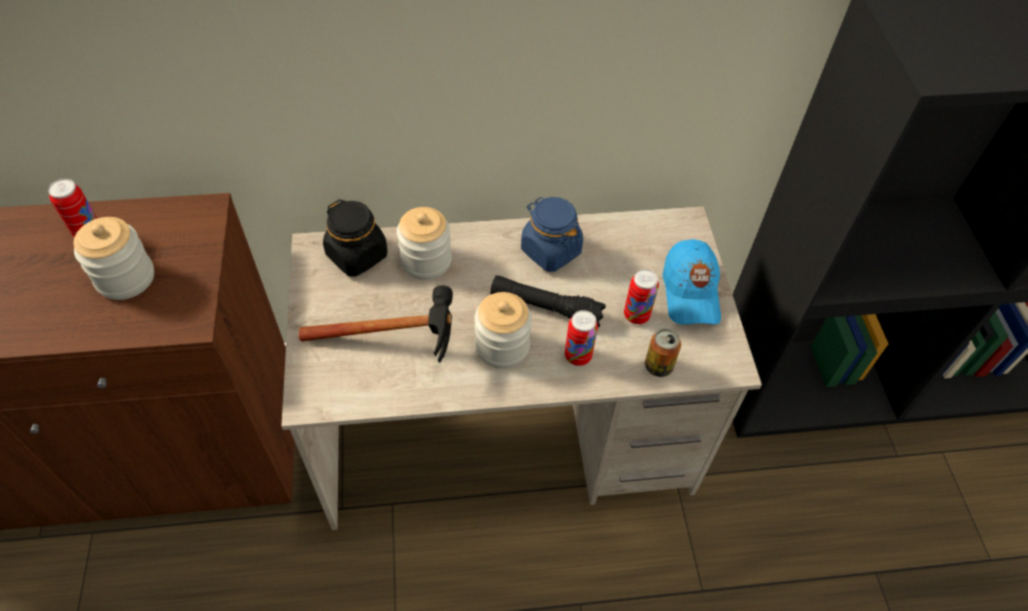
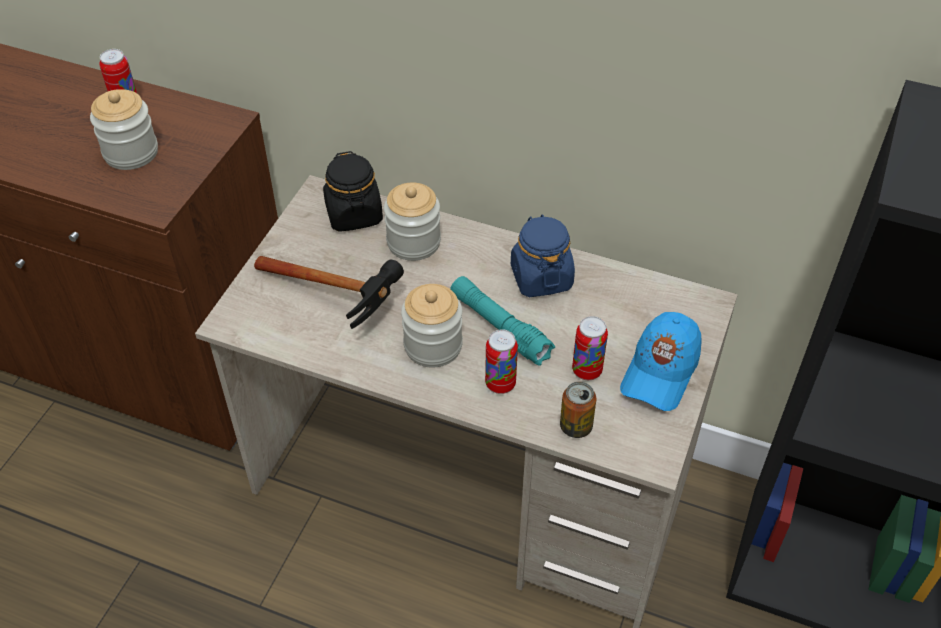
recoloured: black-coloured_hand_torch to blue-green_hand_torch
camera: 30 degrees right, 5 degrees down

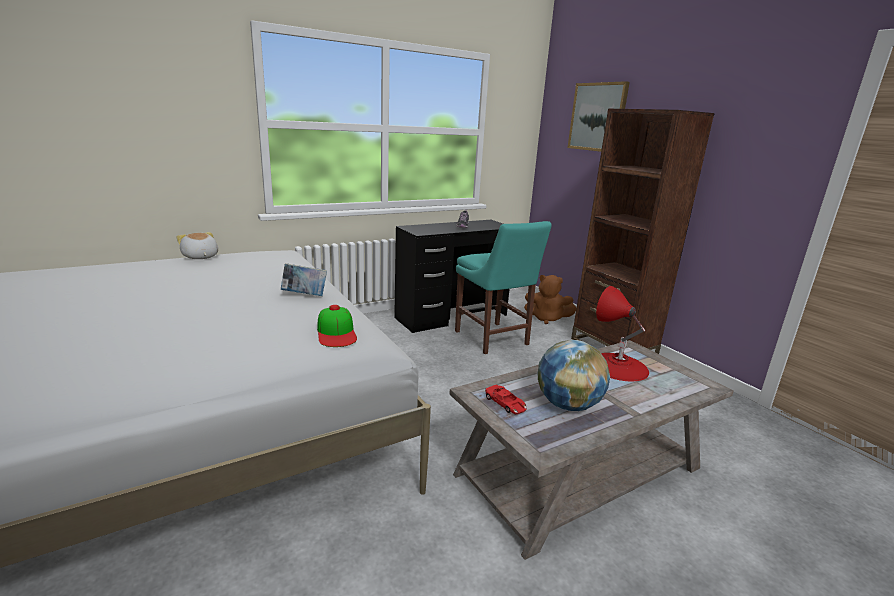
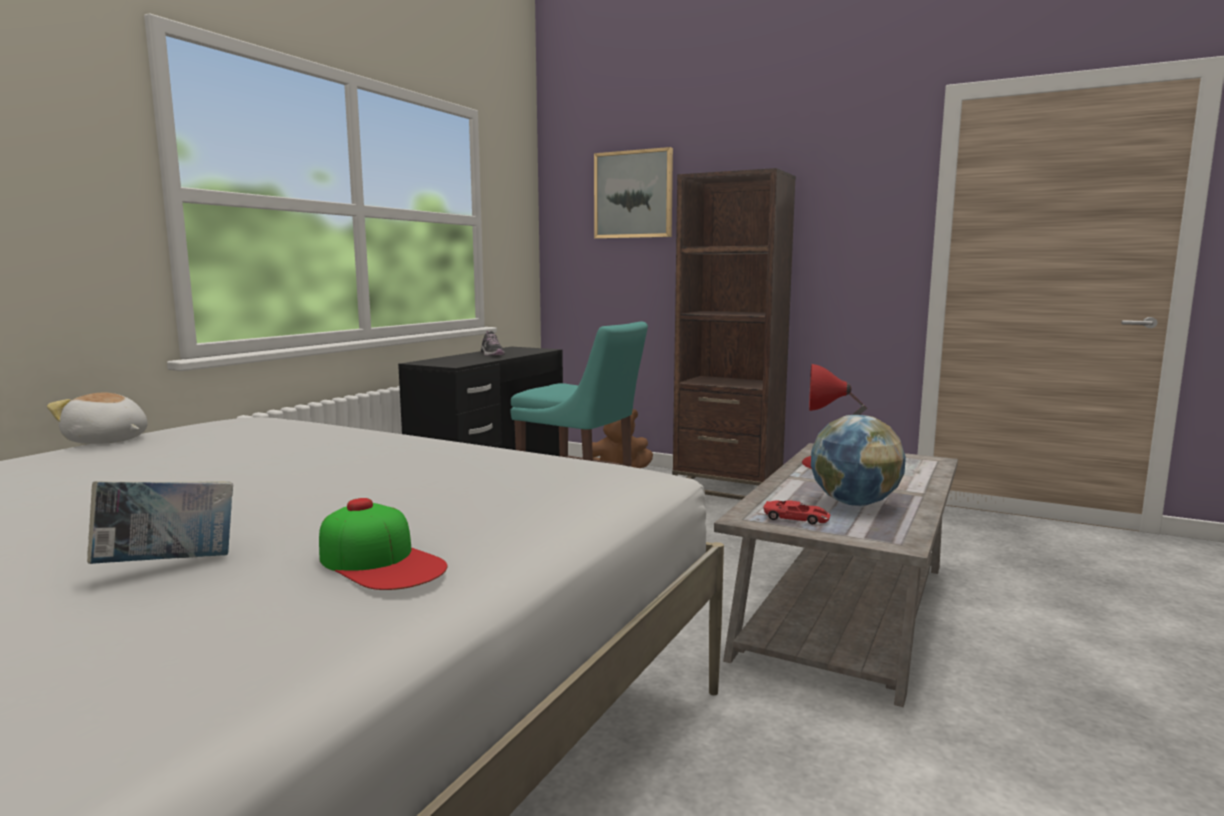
moved: volume; baseball_cap
camera: 30 degrees left, 10 degrees down

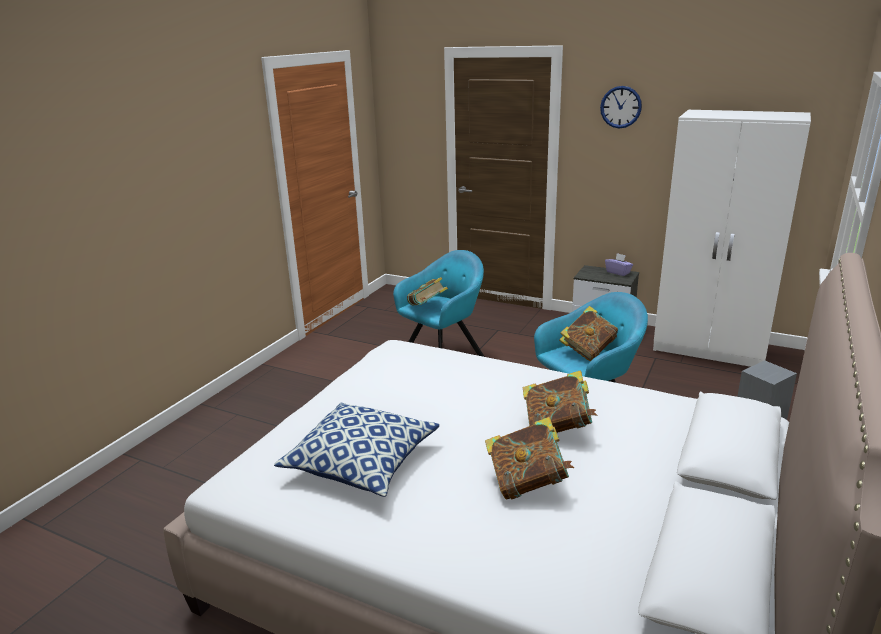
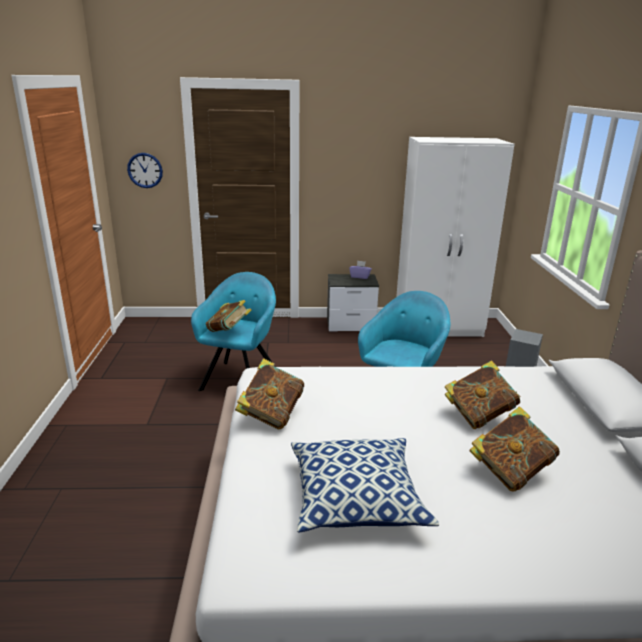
moved: volume (4th from left in the first image) to volume (2nd from left); clock_on_the_wall
camera: 30 degrees left, 0 degrees up

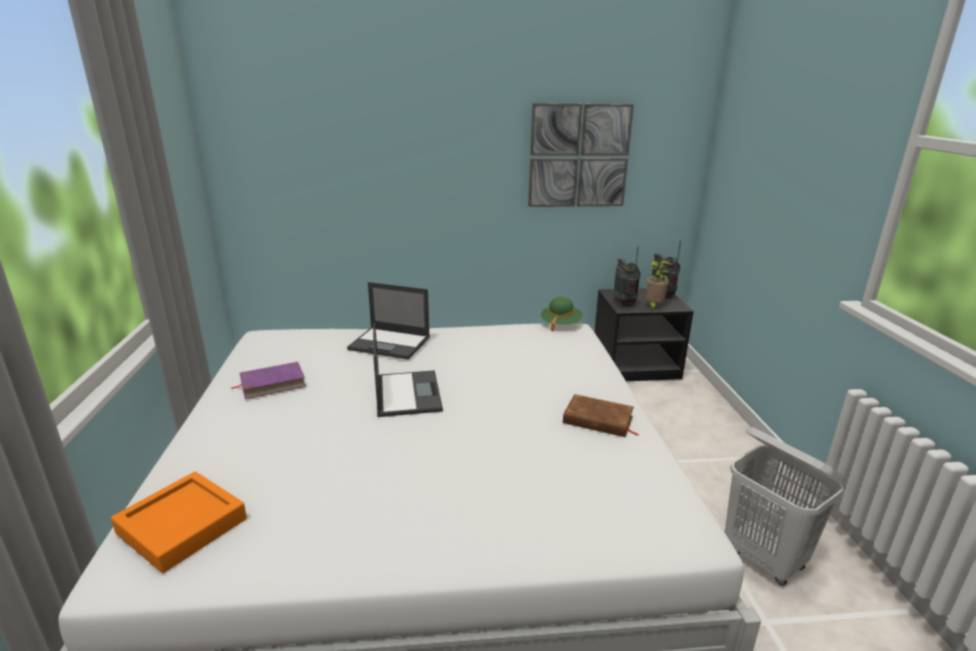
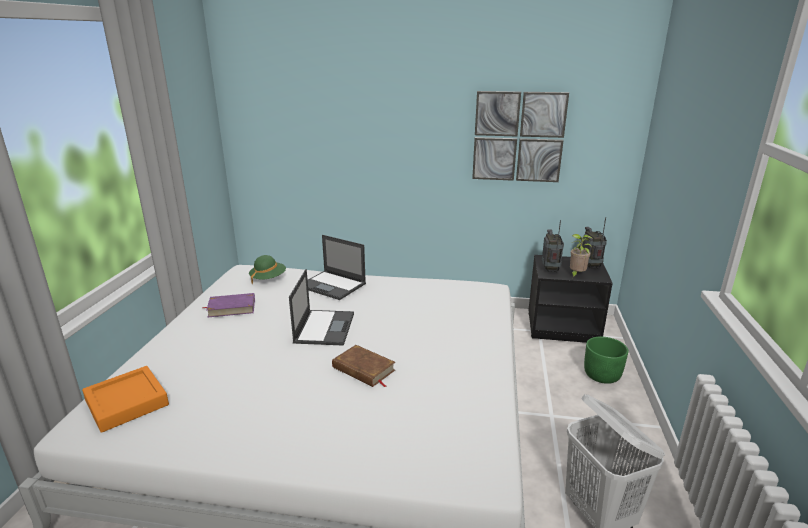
added: green_flower_pot
moved: green_clothing_hat; brown_volume
camera: 15 degrees right, 0 degrees up

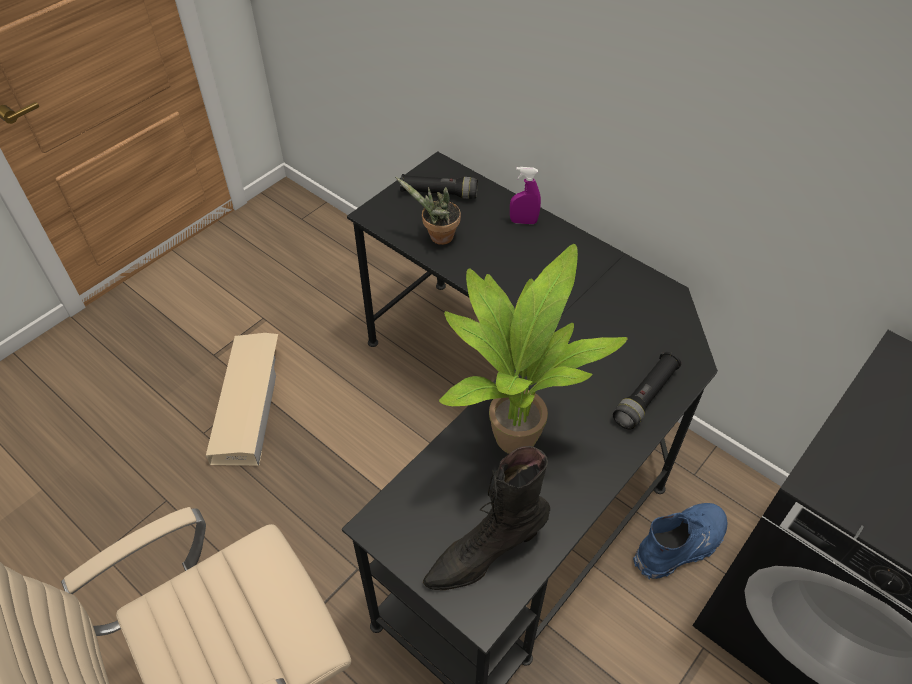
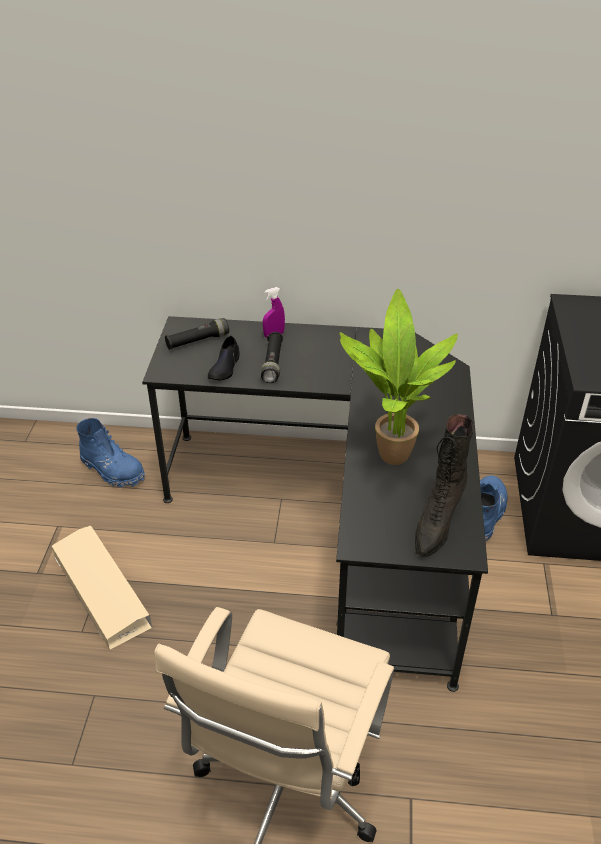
added: blue-coloured_high-top_boot (1st from left)
moved: black-coloured_hand_torch (2nd from left)
replaced: plant_in_a_pot (1st from left) to black-coloured_shoe
camera: 35 degrees left, 10 degrees down

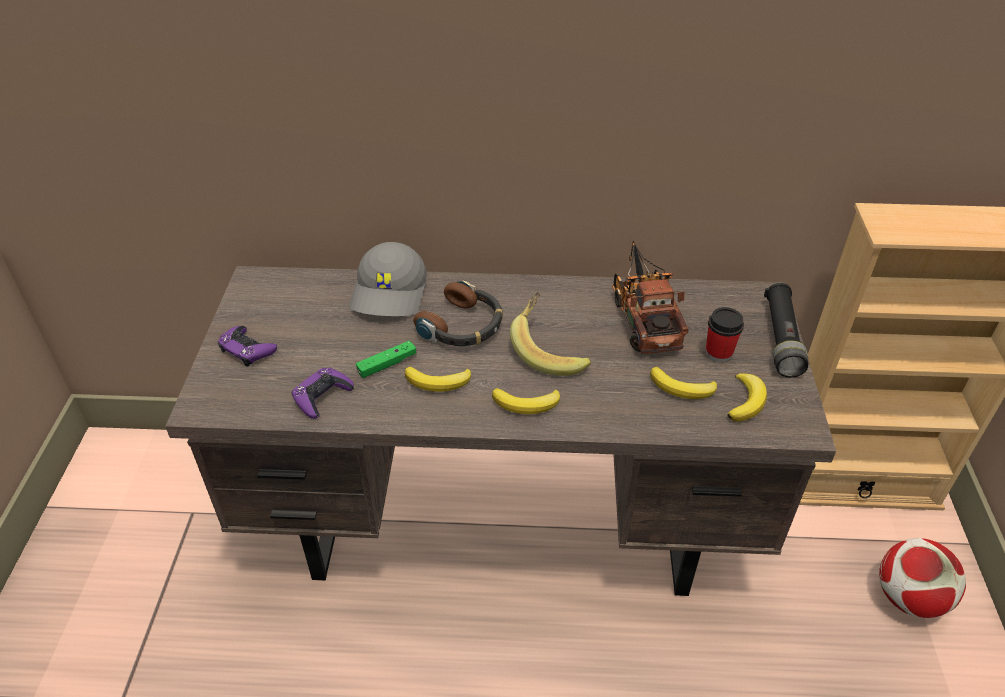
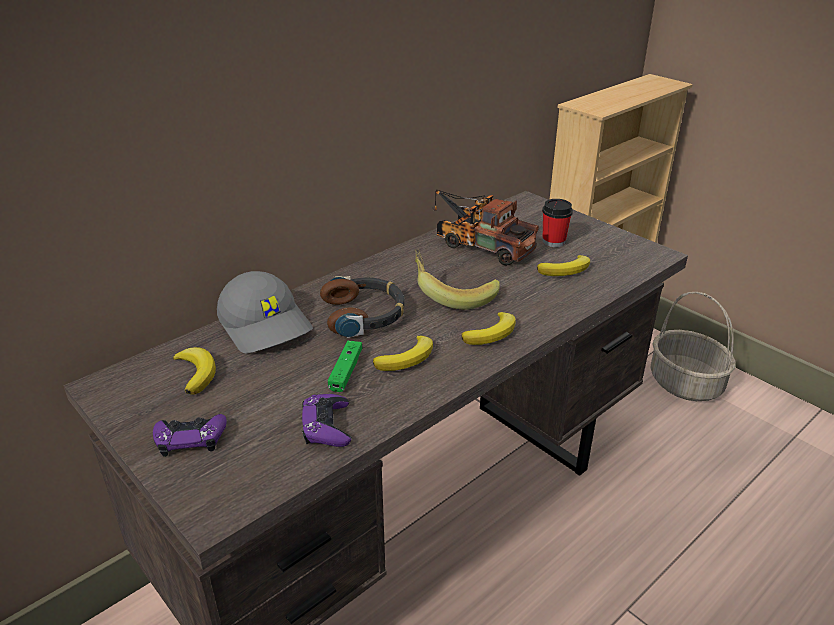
removed: black-coloured_hand_torch
moved: banana (5th from left in the first image) to banana (1st from left)
replaced: football_ball to household_basket
camera: 45 degrees left, 10 degrees down

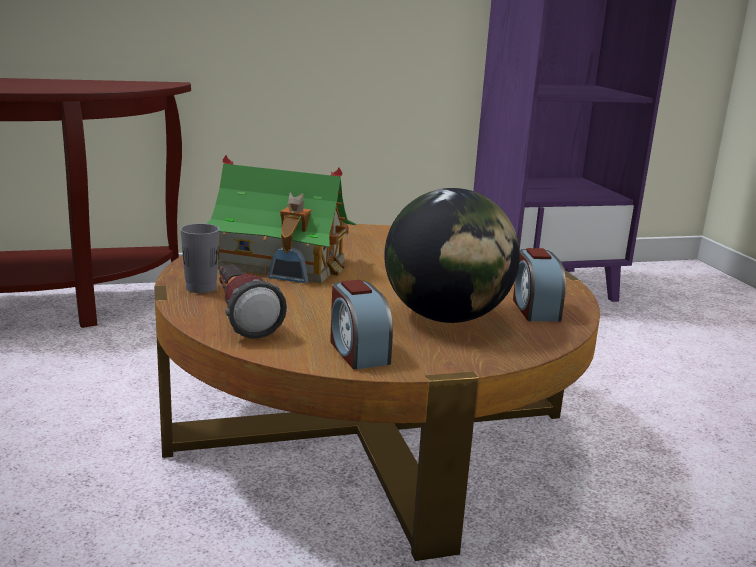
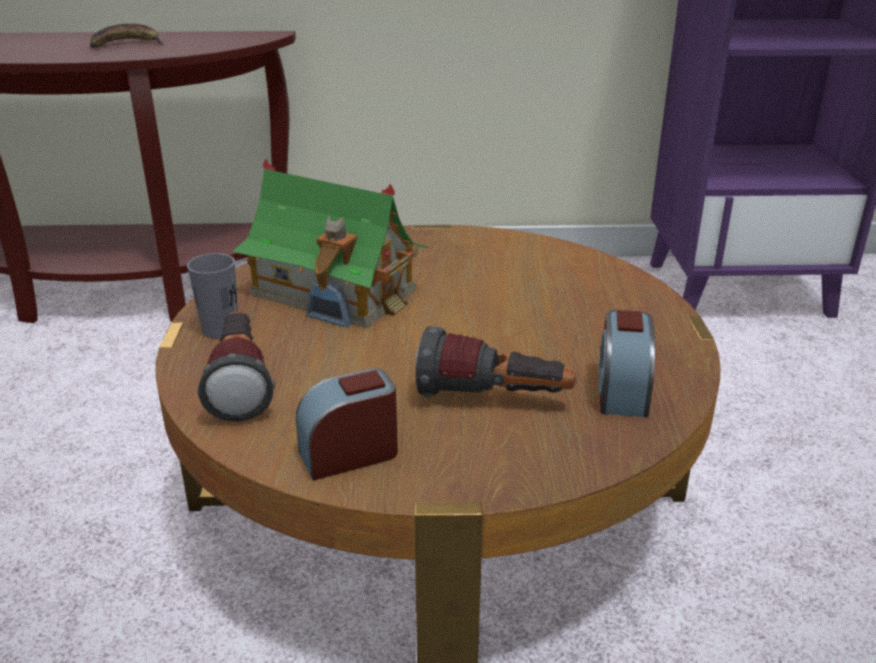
added: banana
replaced: globe to hand_torch (2nd from left)
turned: alarm_clock (1st from left) 75 degrees clockwise
camera: 15 degrees right, 10 degrees up

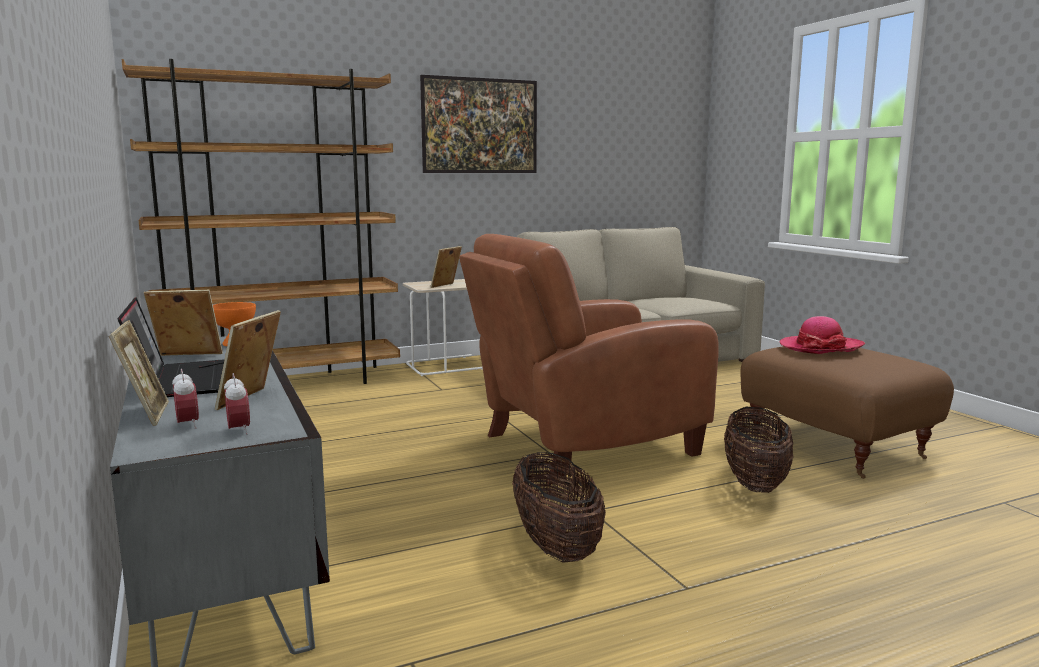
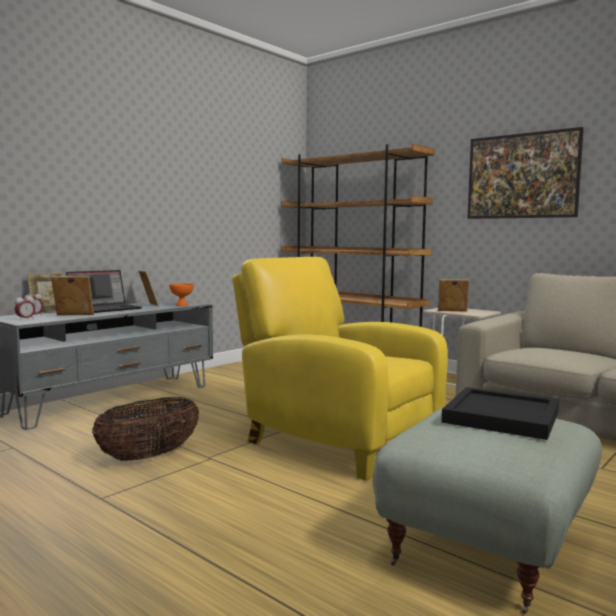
removed: household_basket (2nd from left)
replaced: clothing_hat to black-coloured_carrying_tray
recoloured: brown_armchair to yellow_armchair; brown_ottoman to grey_ottoman
camera: 65 degrees right, 5 degrees down

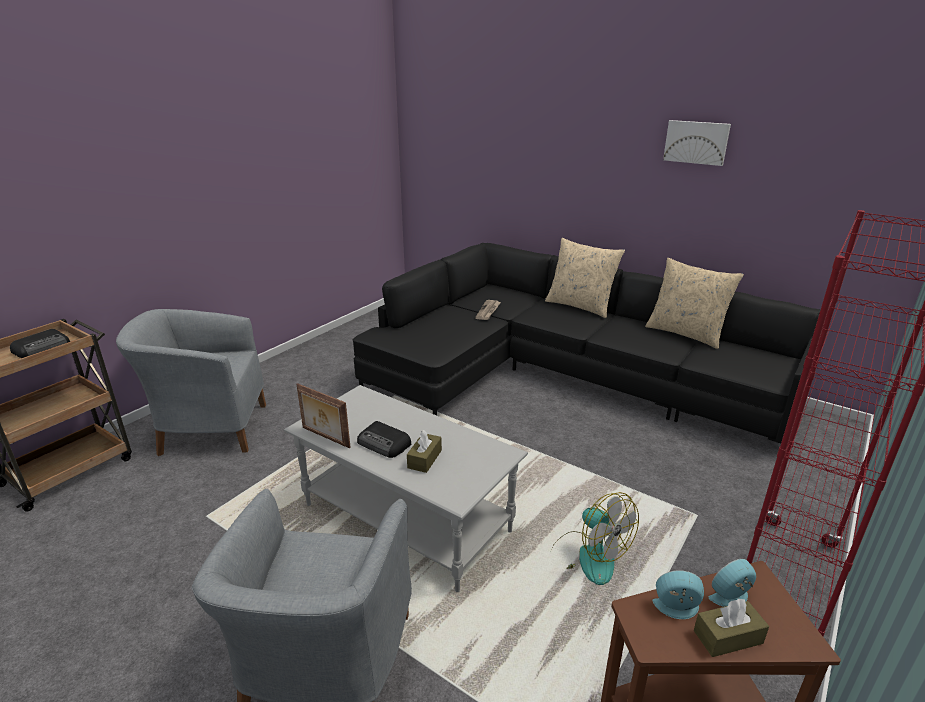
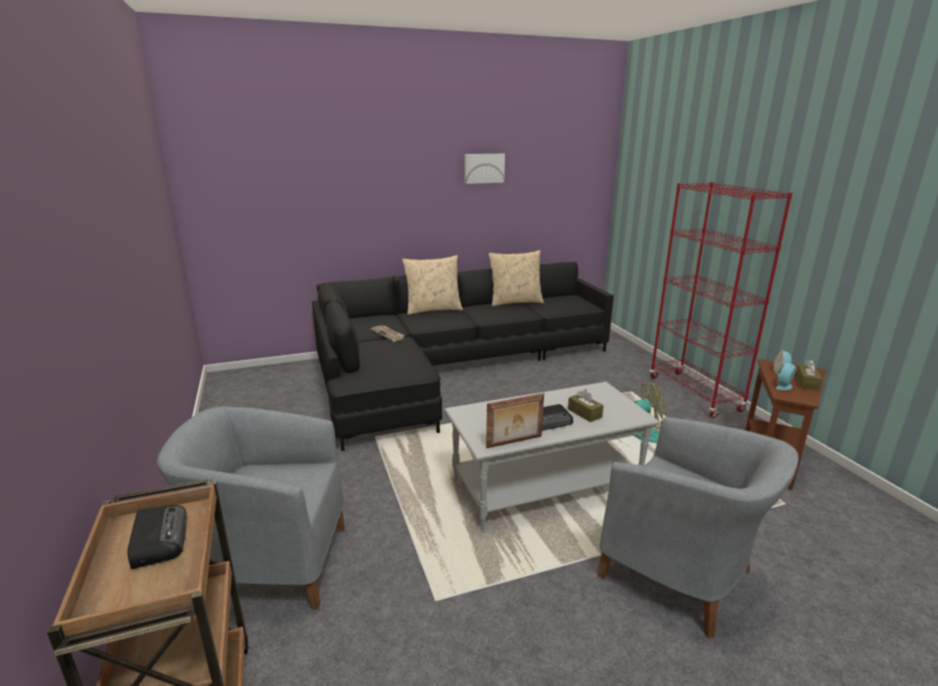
turned: grey_armchair (1st from left) 60 degrees clockwise
camera: 55 degrees left, 5 degrees down

